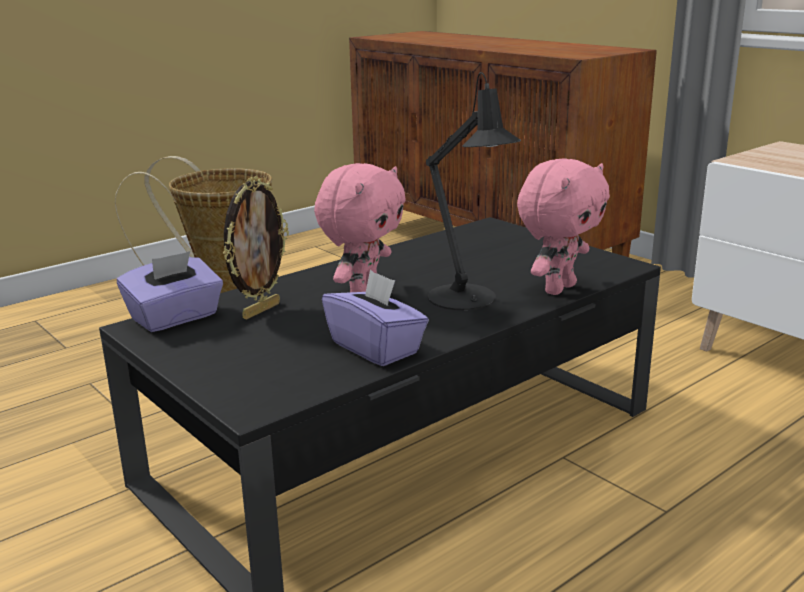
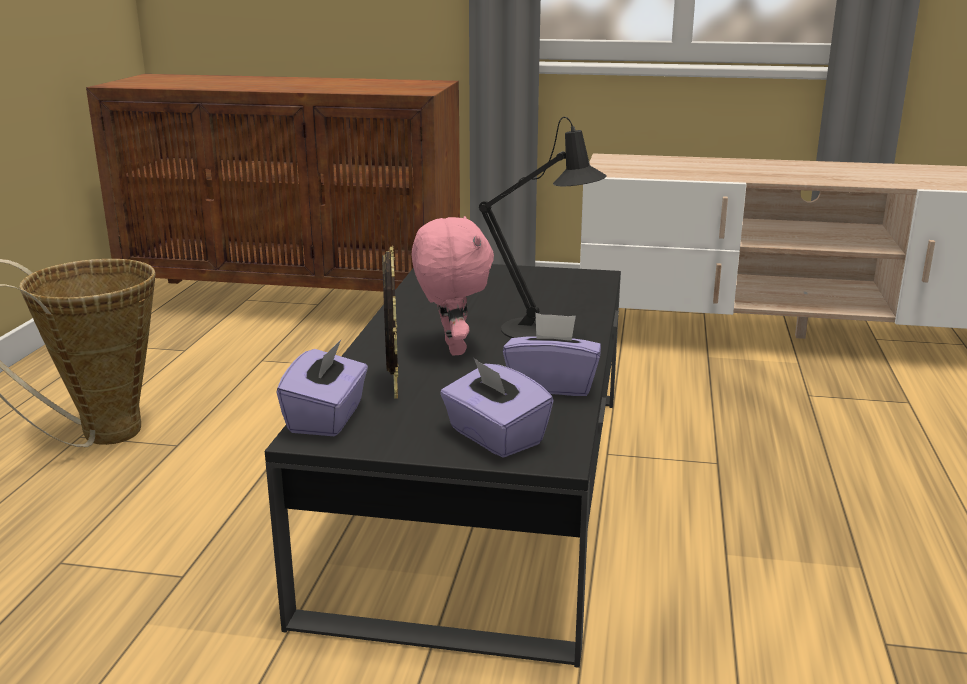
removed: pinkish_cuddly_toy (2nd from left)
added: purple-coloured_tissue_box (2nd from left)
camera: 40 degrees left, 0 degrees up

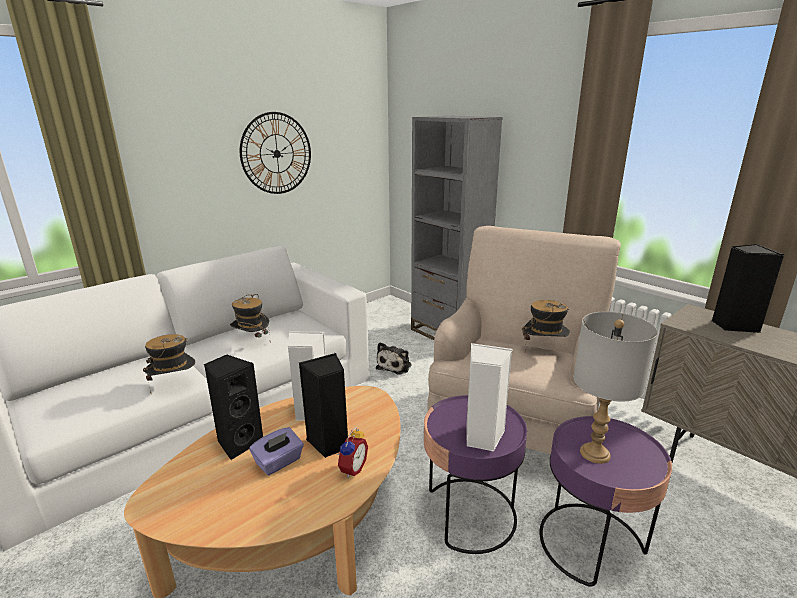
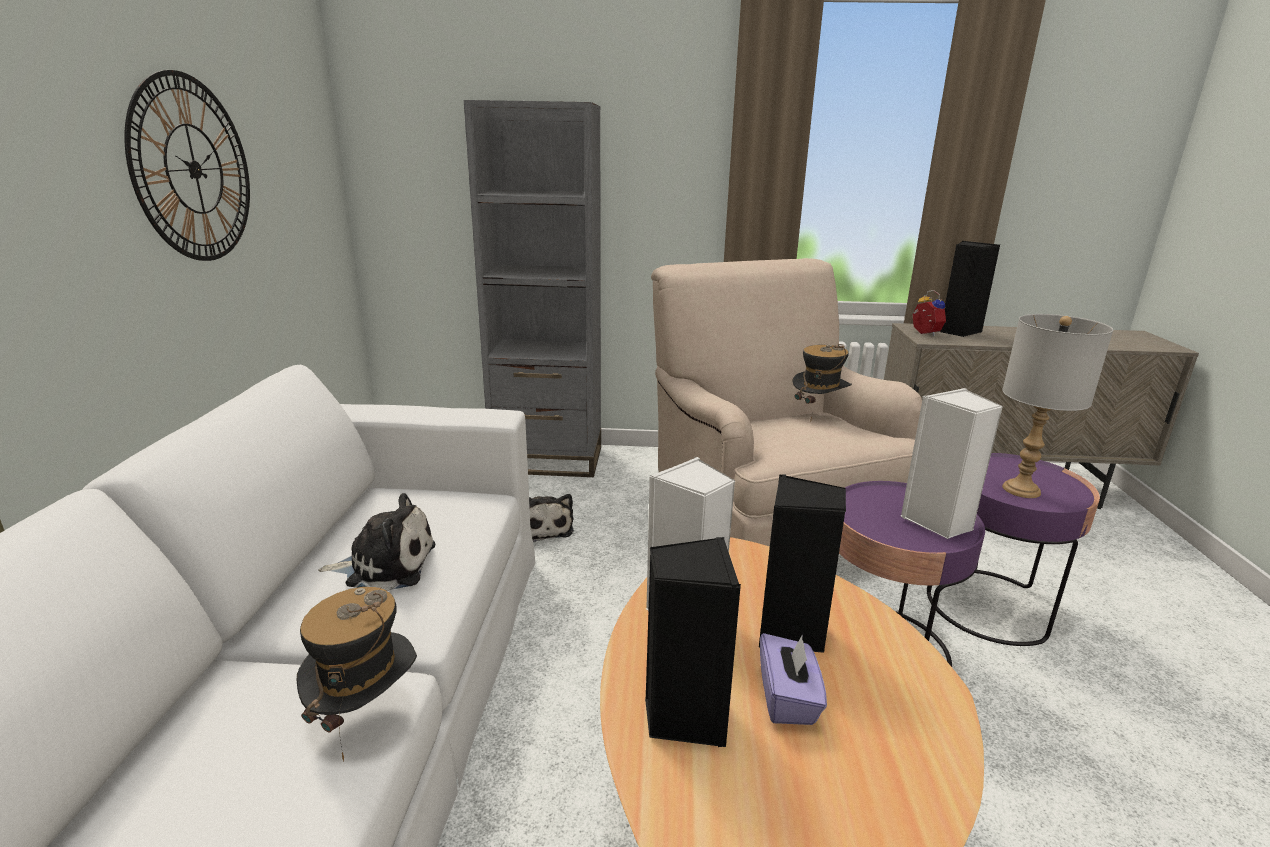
moved: alarm_clock
replaced: clothing_hat (2nd from left) to cuddly_toy (1st from left)
camera: 45 degrees left, 0 degrees up

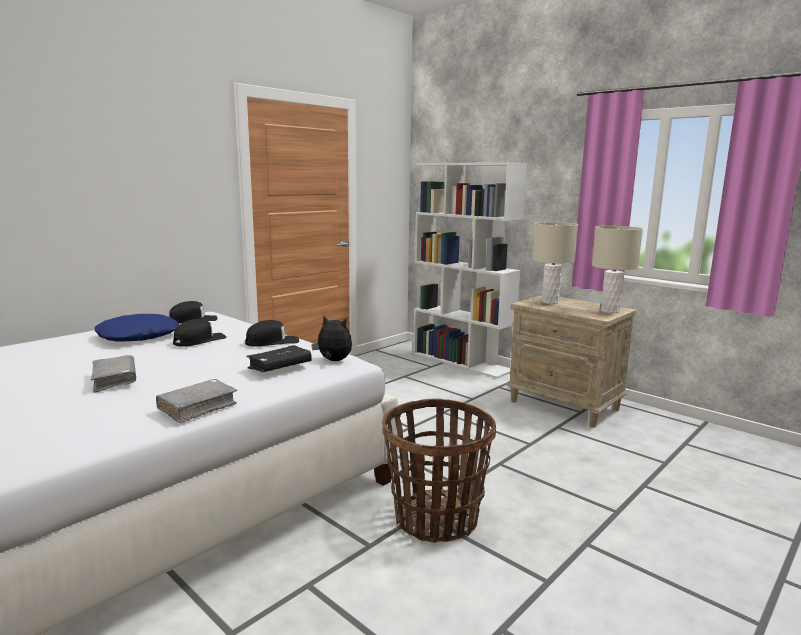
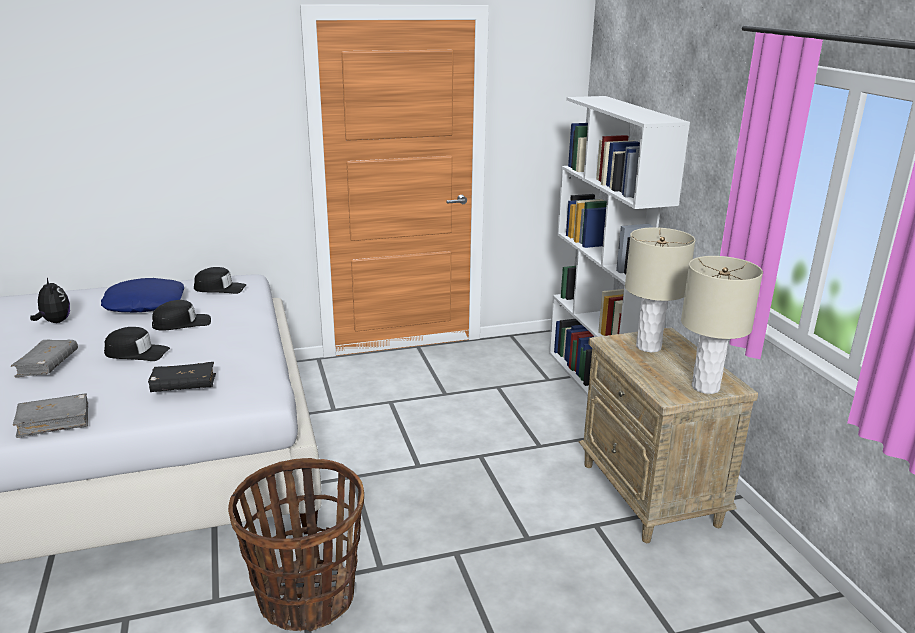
moved: black-coloured_baseball_cap (3rd from left in the first image) to black-coloured_baseball_cap (1st from left); cuddly_toy
camera: 30 degrees right, 10 degrees up

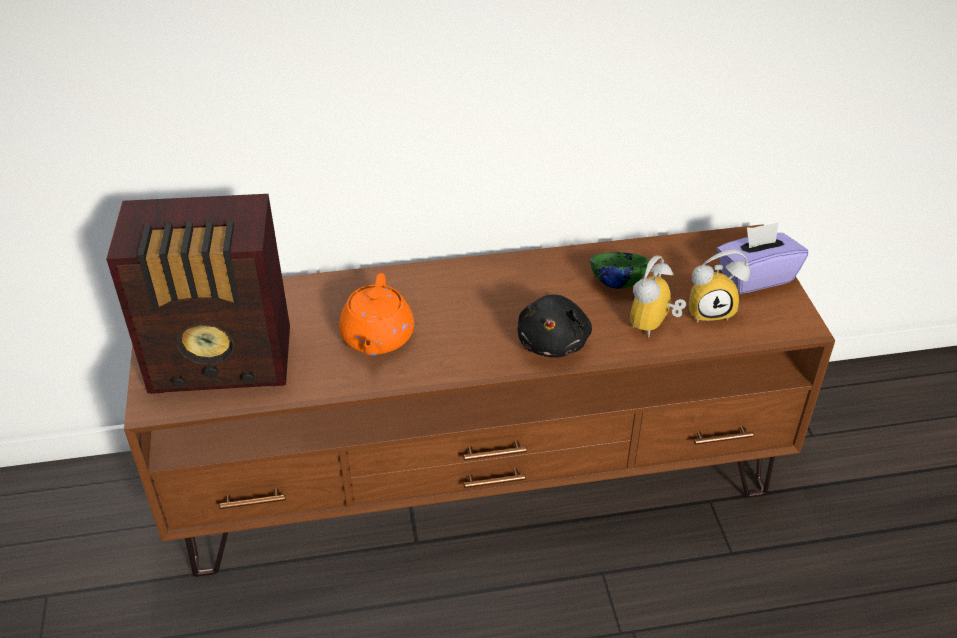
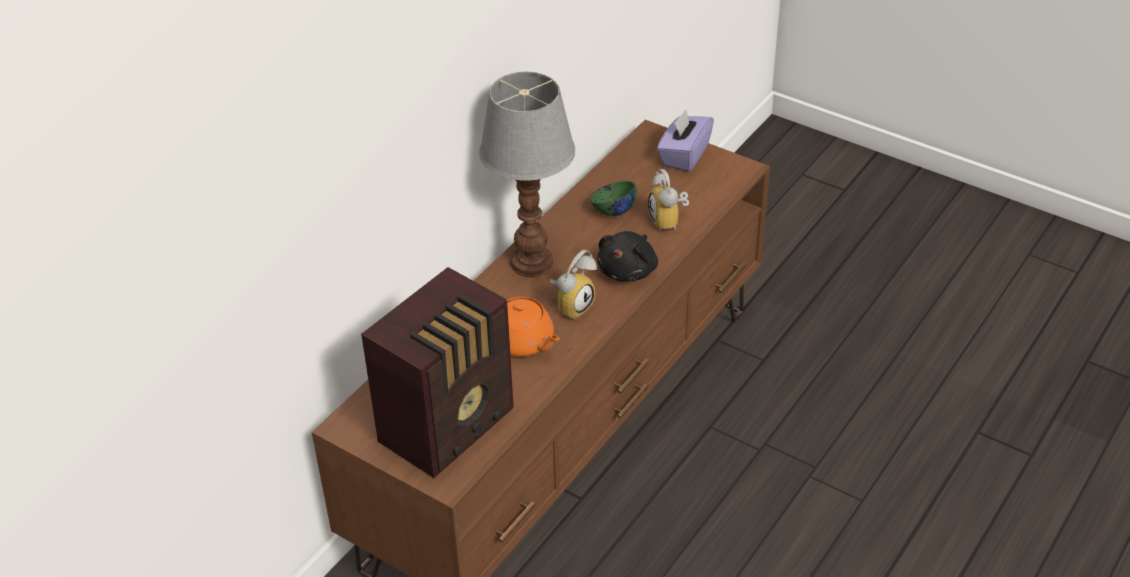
added: table_lamp
moved: alarm_clock (2nd from left in the first image) to alarm_clock (1st from left)
turned: black-coloured_cuddly_toy 60 degrees clockwise
camera: 45 degrees left, 0 degrees up

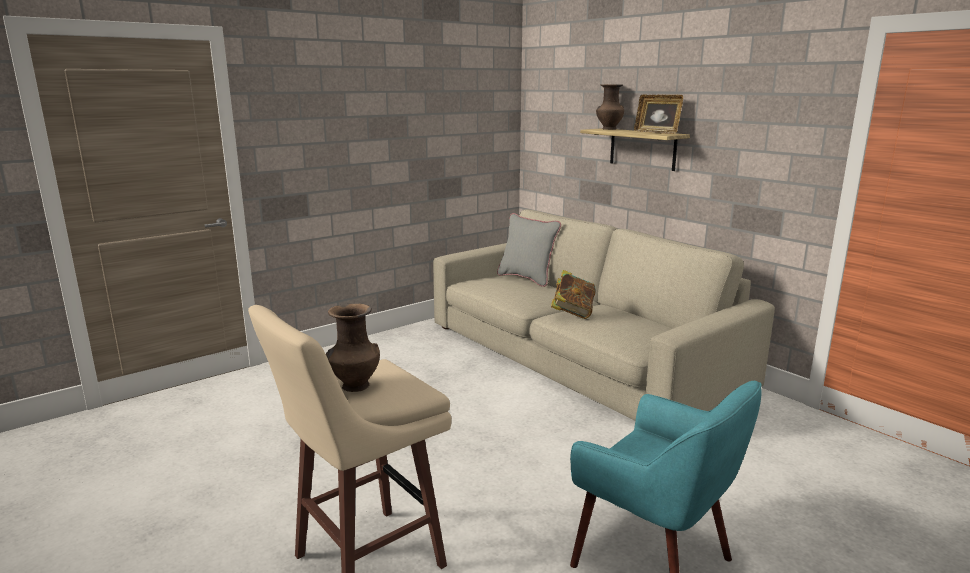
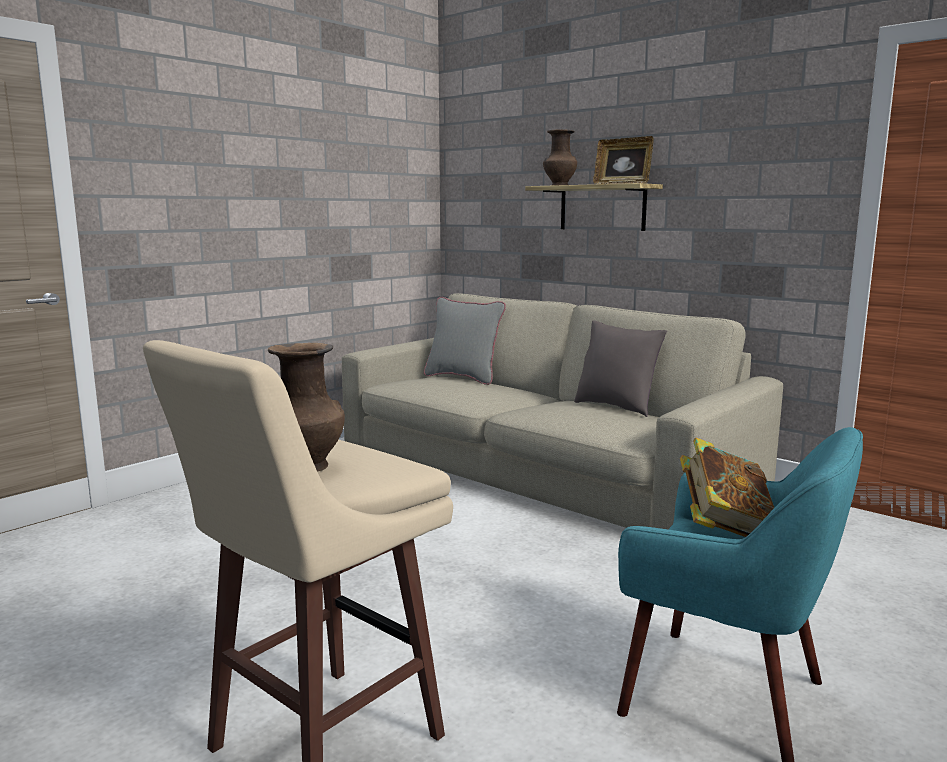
added: grey_throw_pillow (2nd from left)
moved: volume
camera: 10 degrees left, 5 degrees down

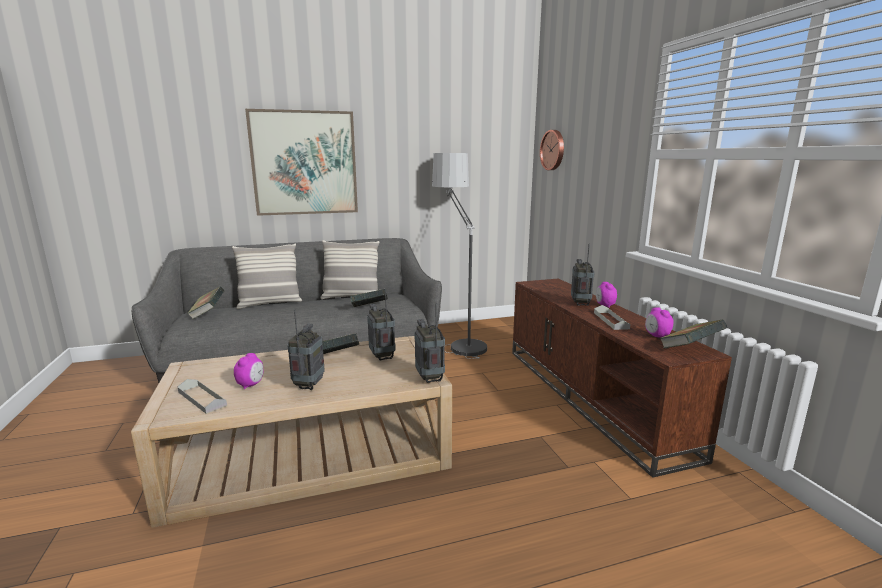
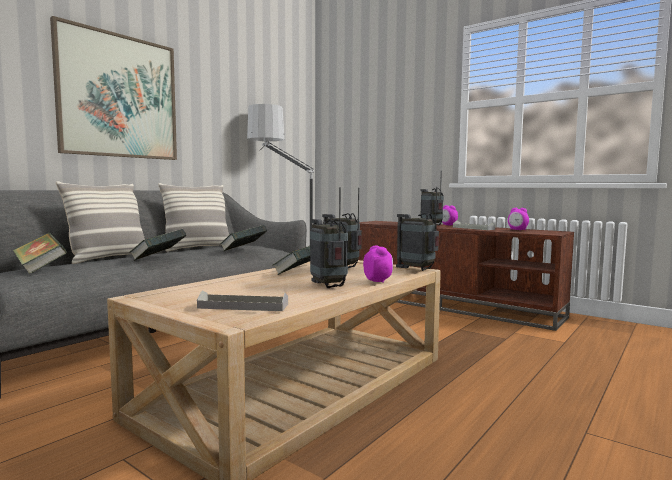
removed: clock_on_the_wall
moved: alarm_clock (1st from left); volume (4th from left in the first image) to volume (2nd from left)
camera: 35 degrees left, 10 degrees down

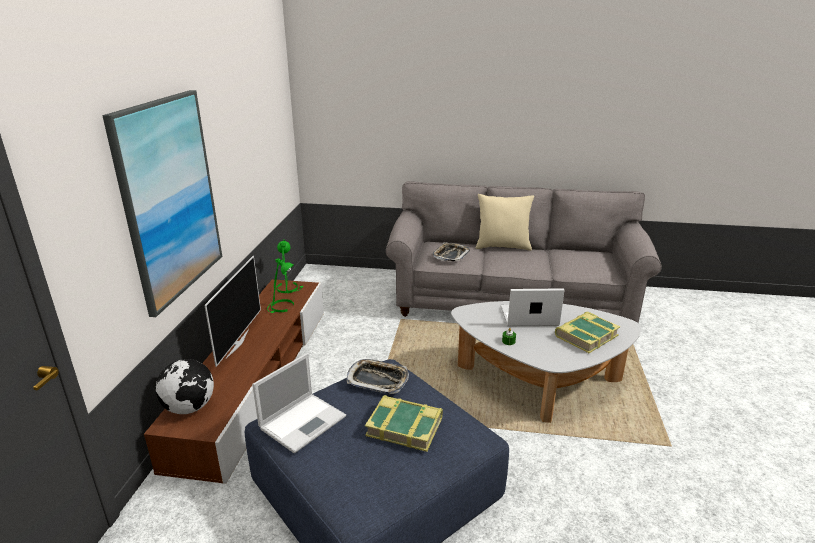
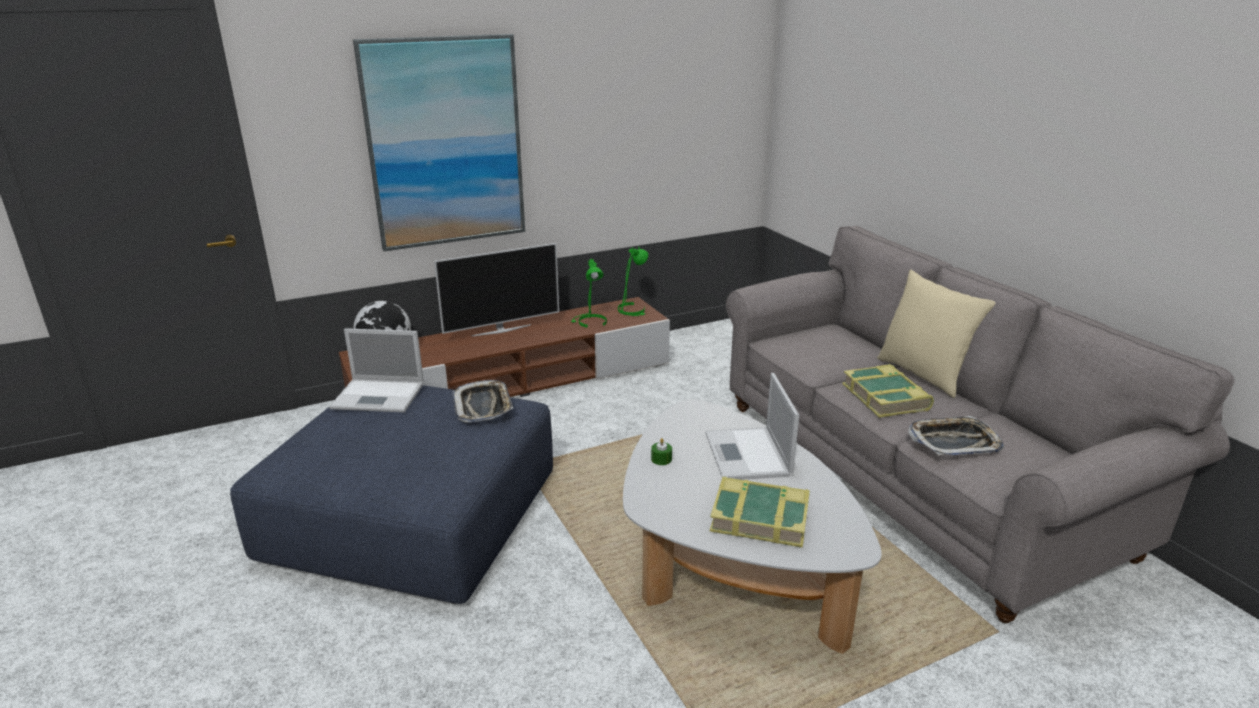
moved: volume (1st from left in the first image) to volume (2nd from left); carrying_tray (2nd from left)
turned: laptop (2nd from left) 150 degrees counterclockwise
camera: 55 degrees right, 0 degrees up

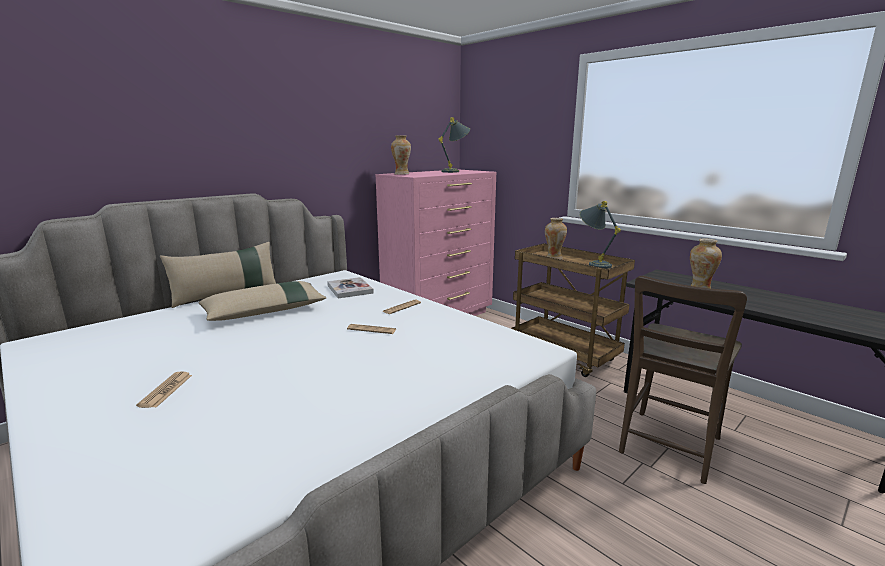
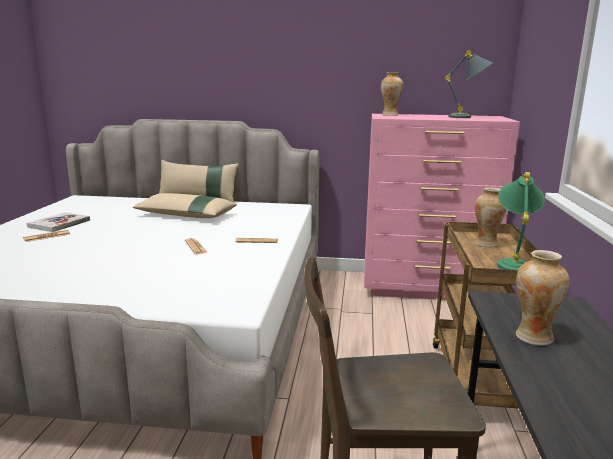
moved: volume
recoloured: grey_table_lamp (2nd from left) to green_table_lamp
camera: 50 degrees right, 0 degrees up

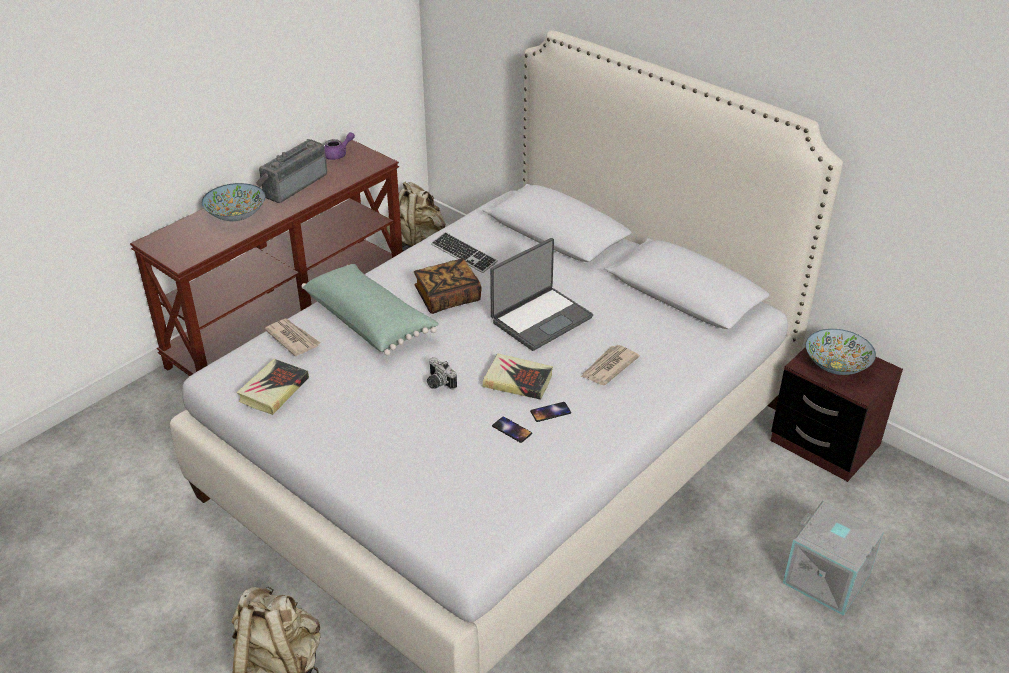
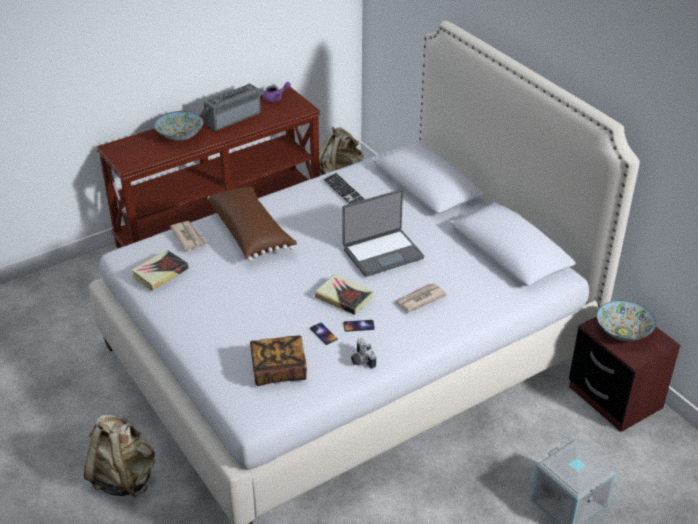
moved: volume (2nd from left); photo_camera
recoloured: green_throw_pillow to brown_throw_pillow
camera: 15 degrees right, 0 degrees up

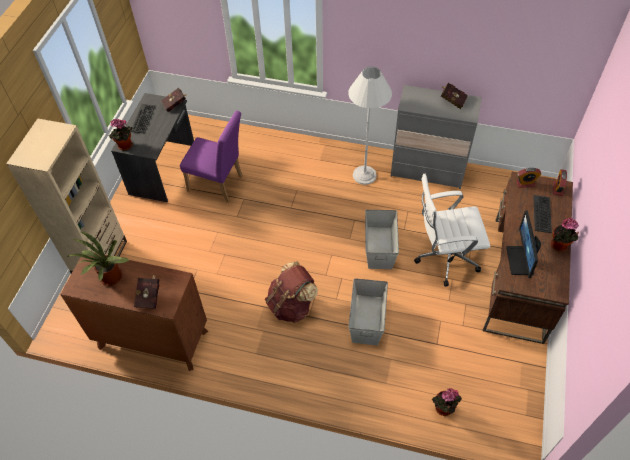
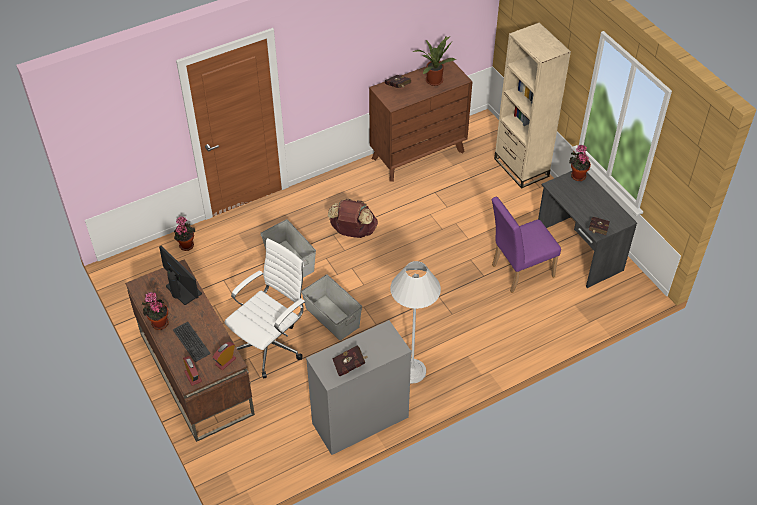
removed: computer_keyboard (1st from left)
camera: 135 degrees right, 5 degrees down

